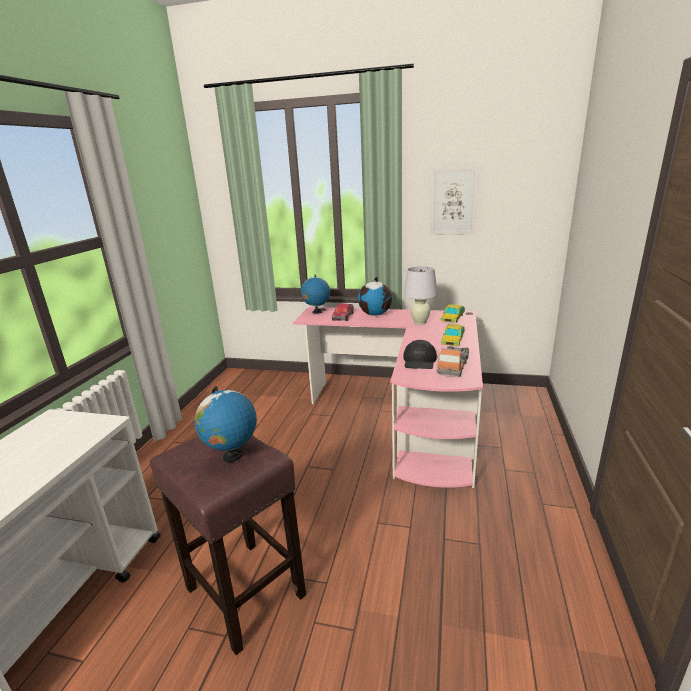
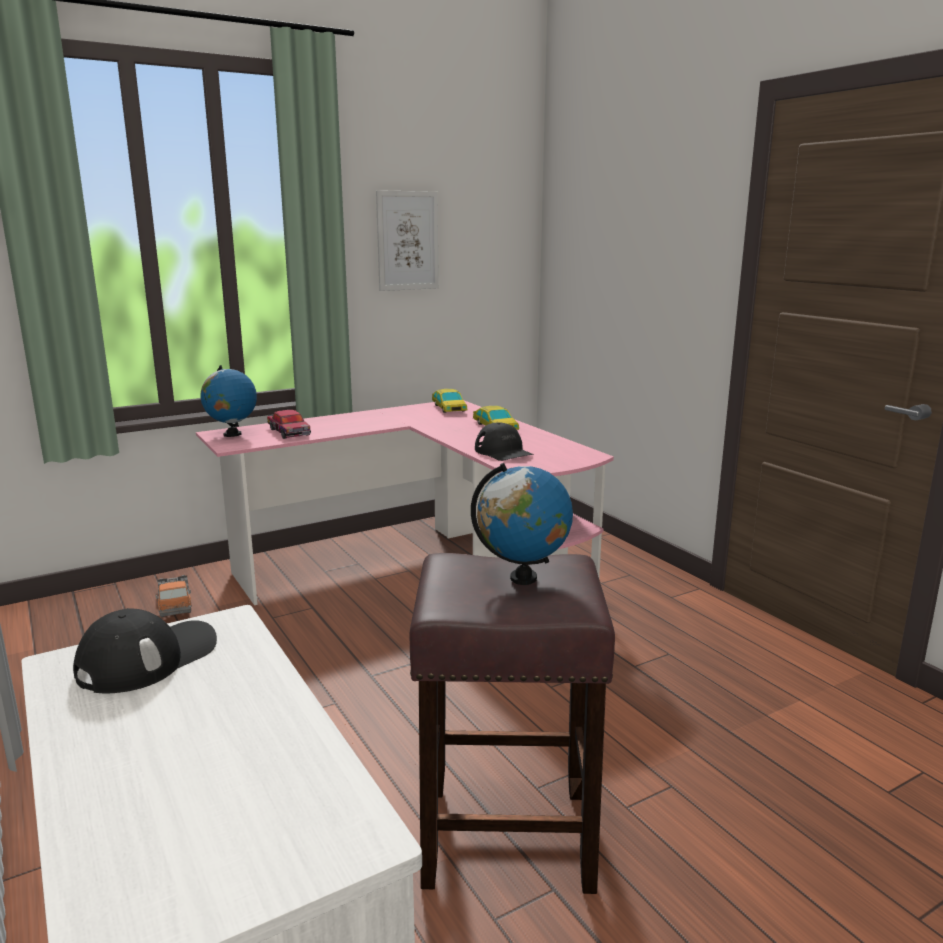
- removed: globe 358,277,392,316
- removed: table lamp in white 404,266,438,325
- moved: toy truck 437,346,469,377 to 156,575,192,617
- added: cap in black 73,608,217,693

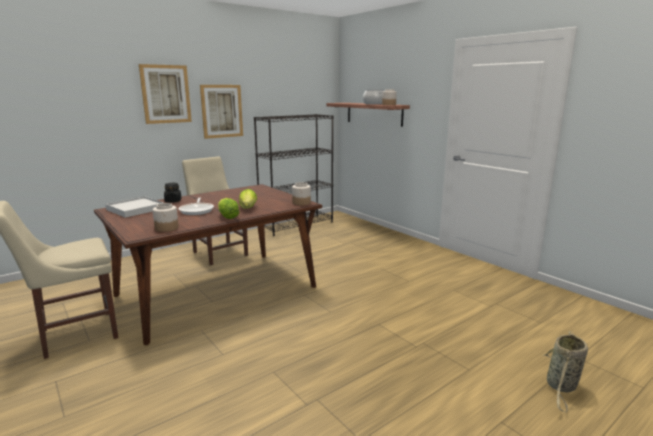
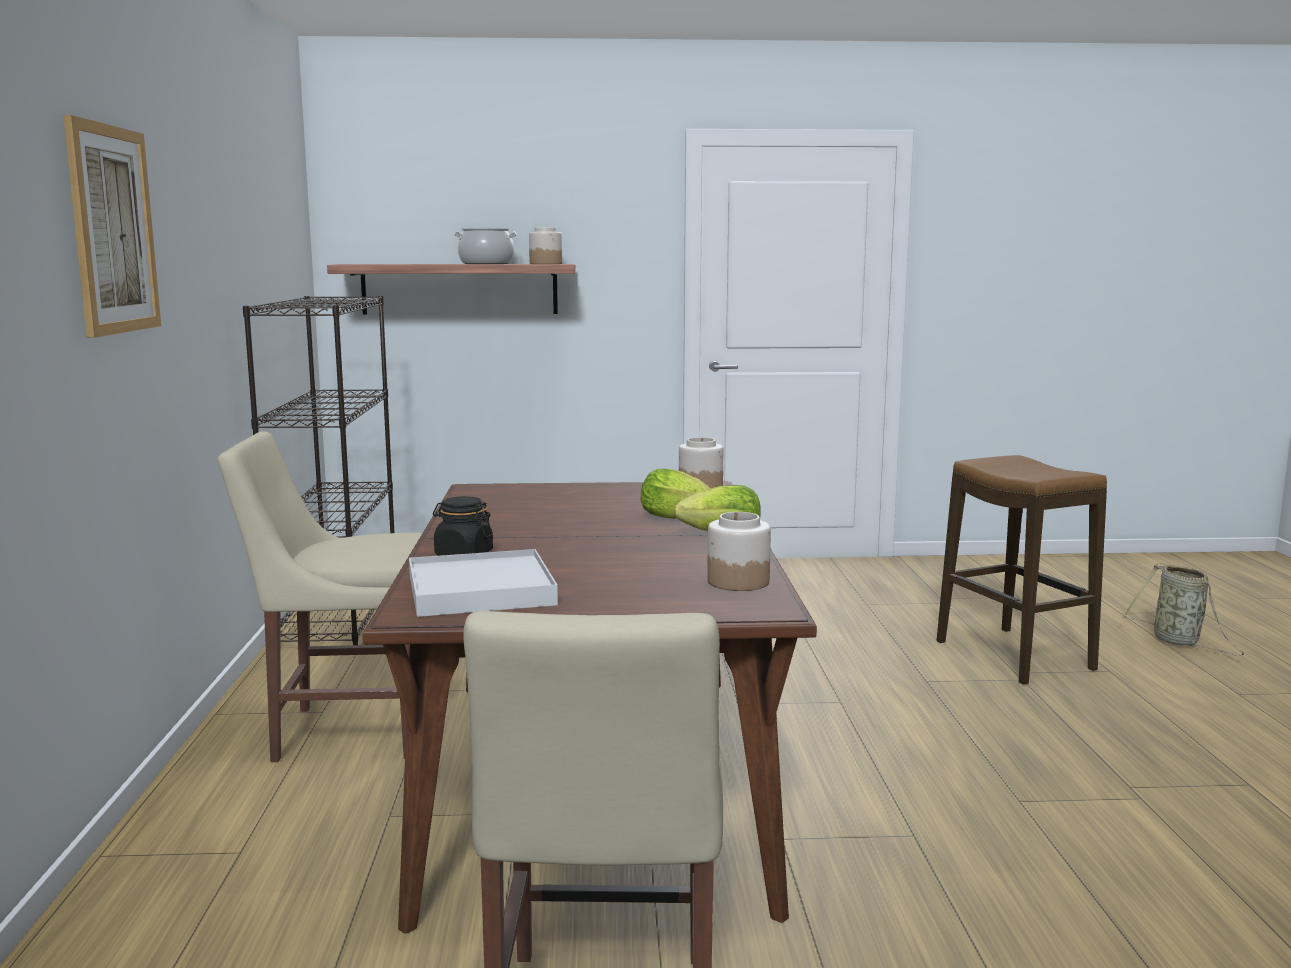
- removed: frying pan 179,198,214,215
- removed: picture 200,85,243,139
- added: stool 937,455,1107,685

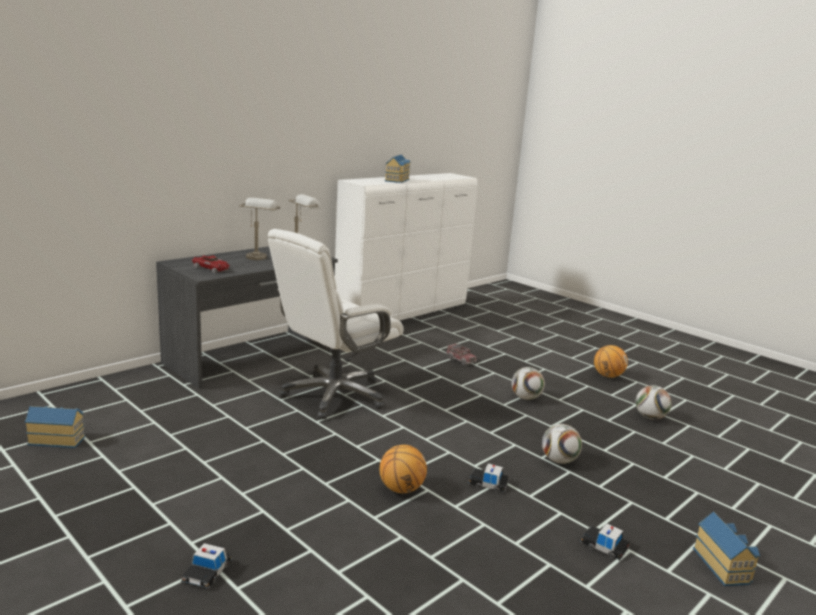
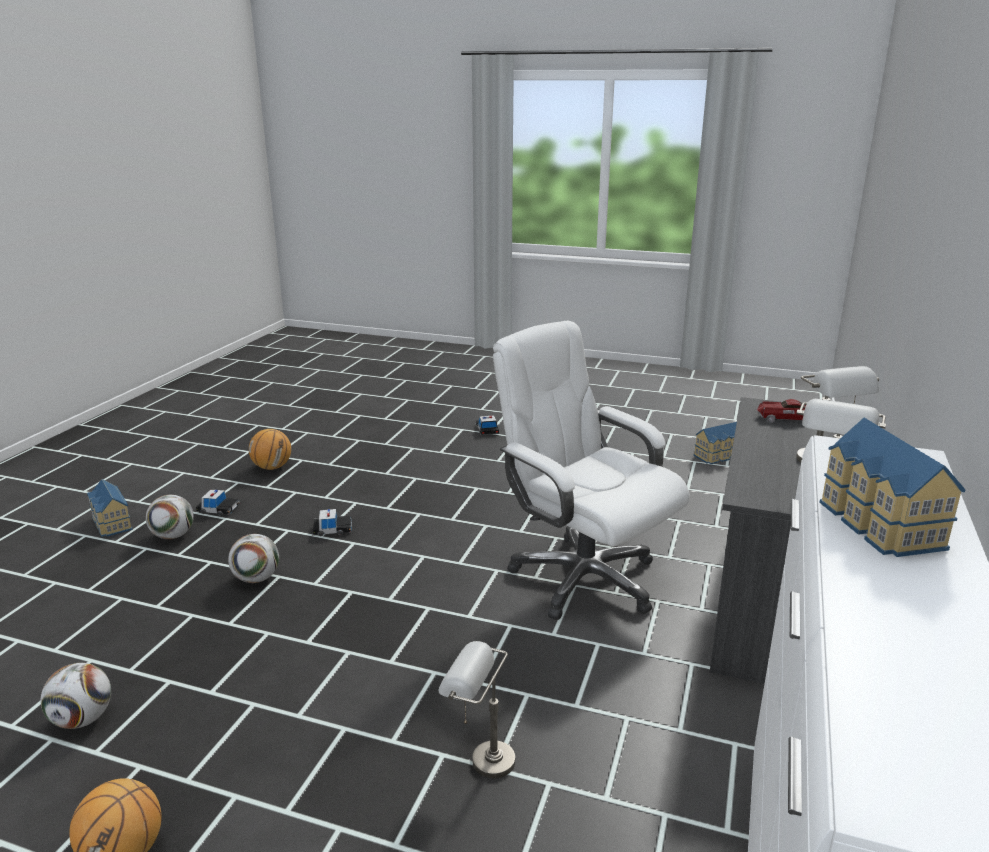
- turned: office chair in white 268,229,404,419 = 493,321,690,620 60 degrees counterclockwise
- moved: basketball 380,445,427,493 to 249,429,291,470
- replaced: toy truck 445,343,477,365 to table lamp in grey 438,641,515,778
- moved: football 512,367,545,400 to 146,495,194,539

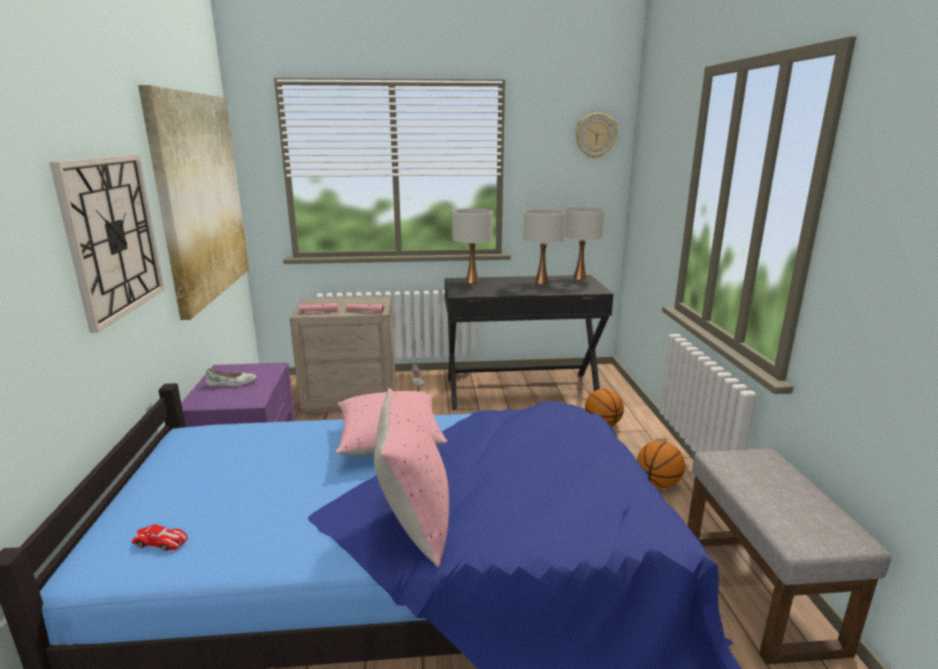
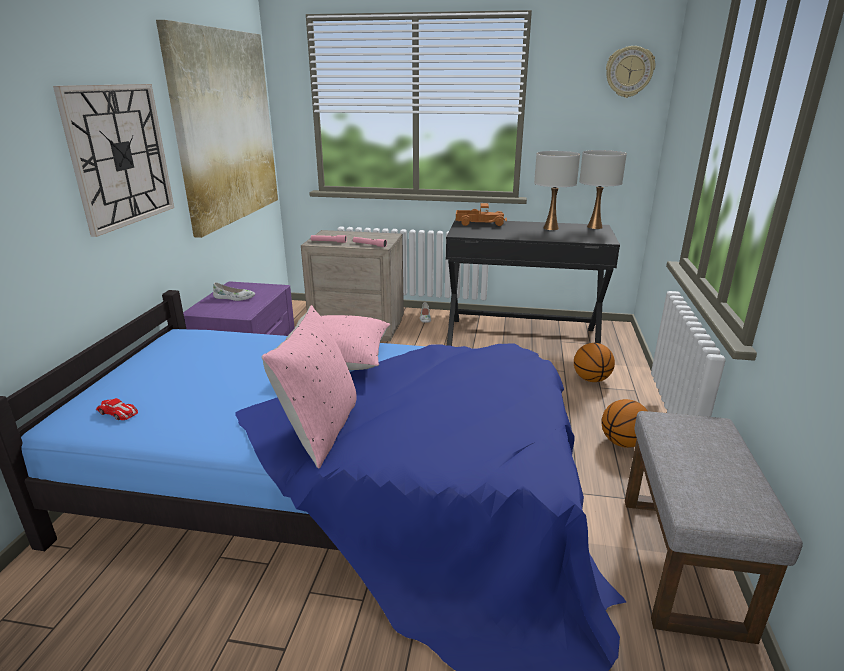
- replaced: table lamp in white 452,208,493,283 to toy truck 456,203,507,226

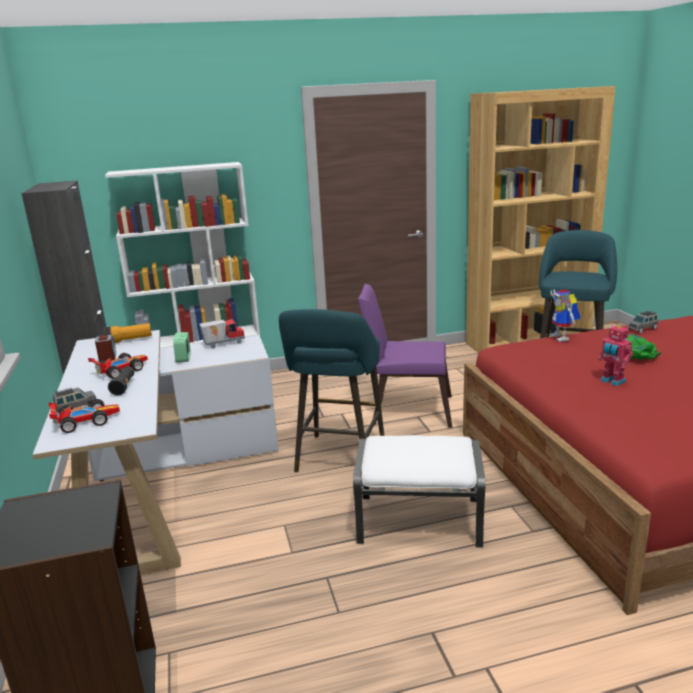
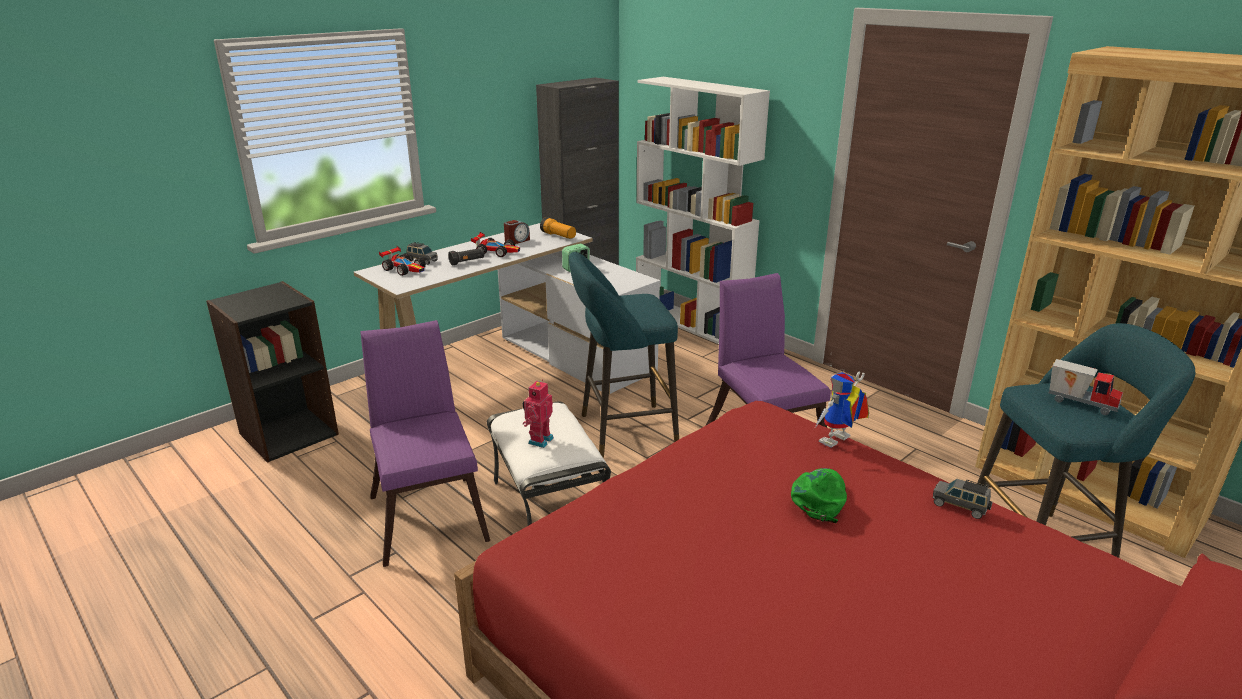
- moved: toy truck 199,319,245,349 to 1049,359,1123,415
- moved: toy robot 598,324,633,386 to 522,379,554,448
- added: chair in purple 360,320,490,567

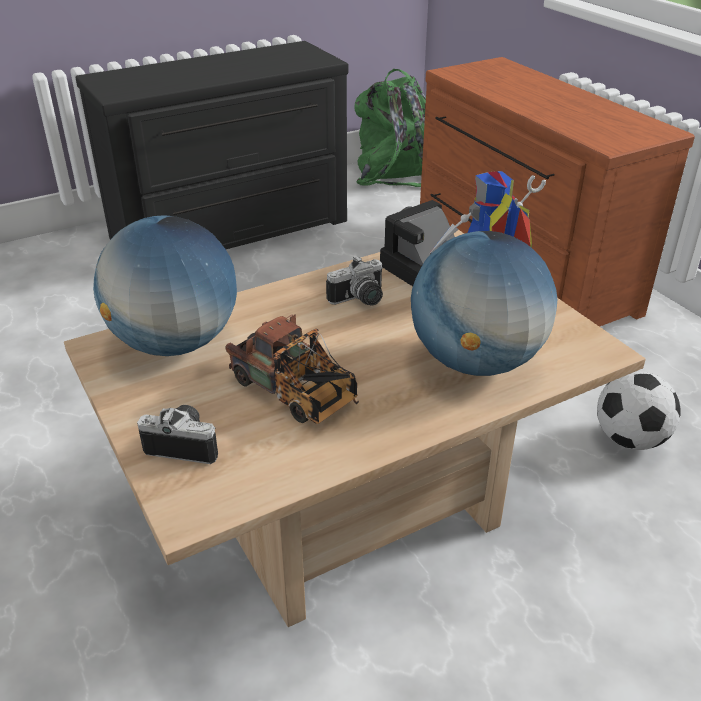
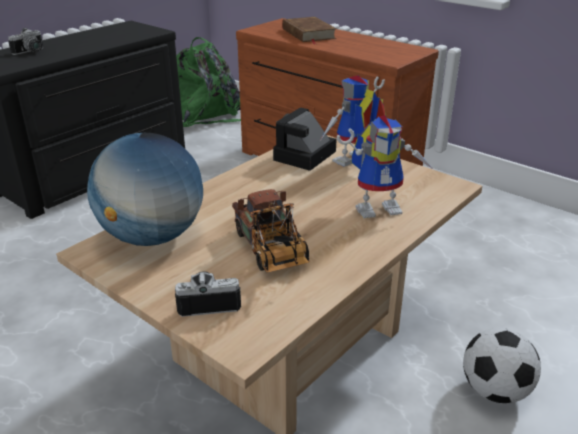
- turned: toy truck 225,315,359,424 = 232,189,310,272 45 degrees clockwise
- moved: photo camera 326,256,383,306 to 8,28,43,55
- replaced: globe 411,231,557,376 to toy robot 337,115,434,218
- moved: football 597,371,681,450 to 463,328,541,403
- added: book in brown 282,17,337,44

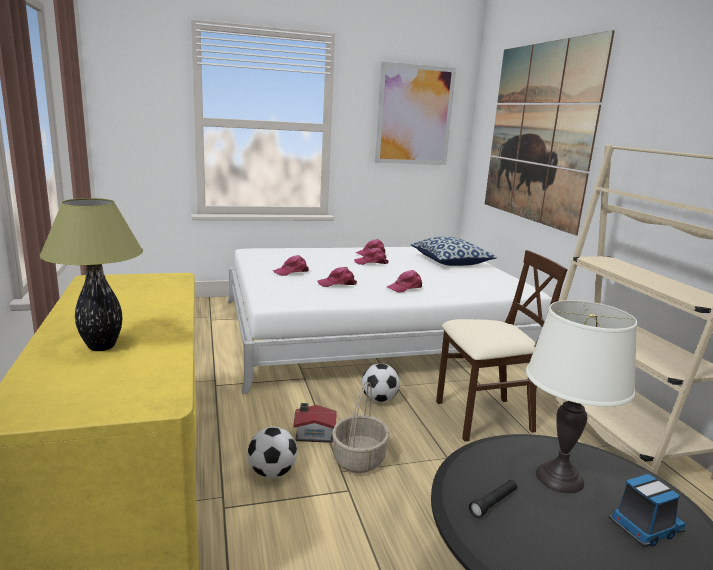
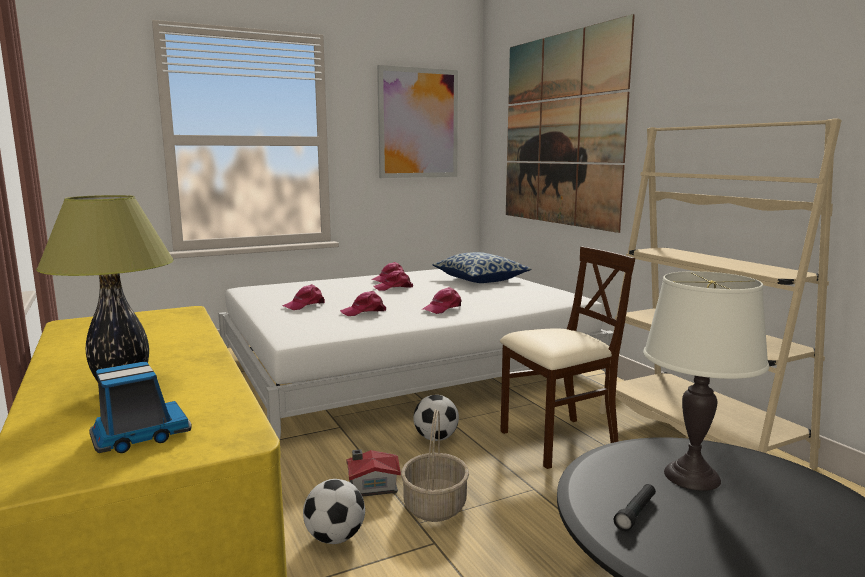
- moved: toy truck 609,474,686,547 to 89,362,192,453

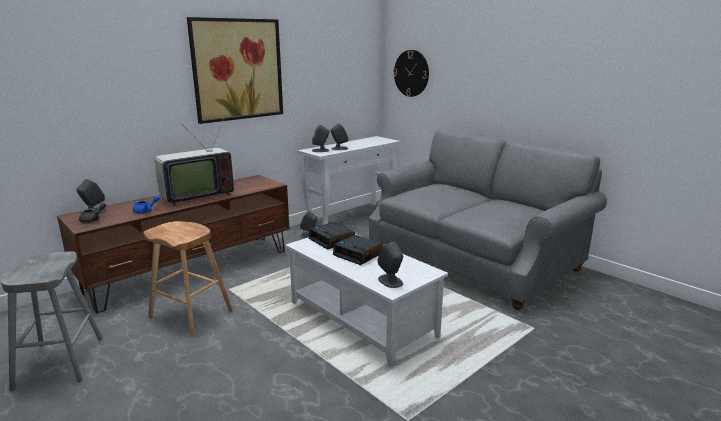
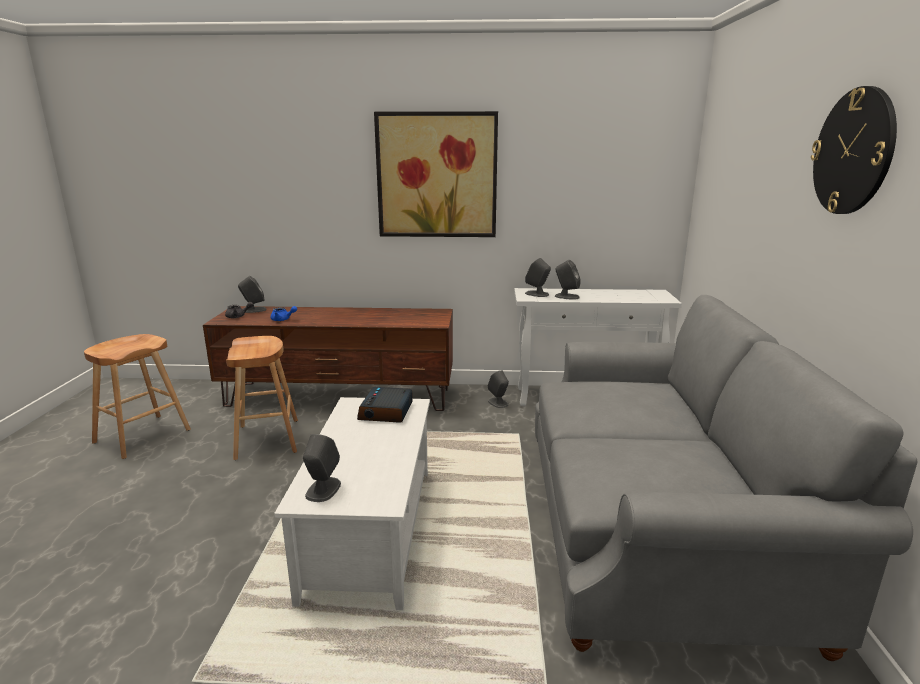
- recoloured: stool in grey 1,251,103,391 to stool in brown 84,334,191,459
- removed: television 155,117,234,206
- removed: alarm clock 333,235,384,265
- moved: wall clock 393,50,429,97 to 811,86,897,214

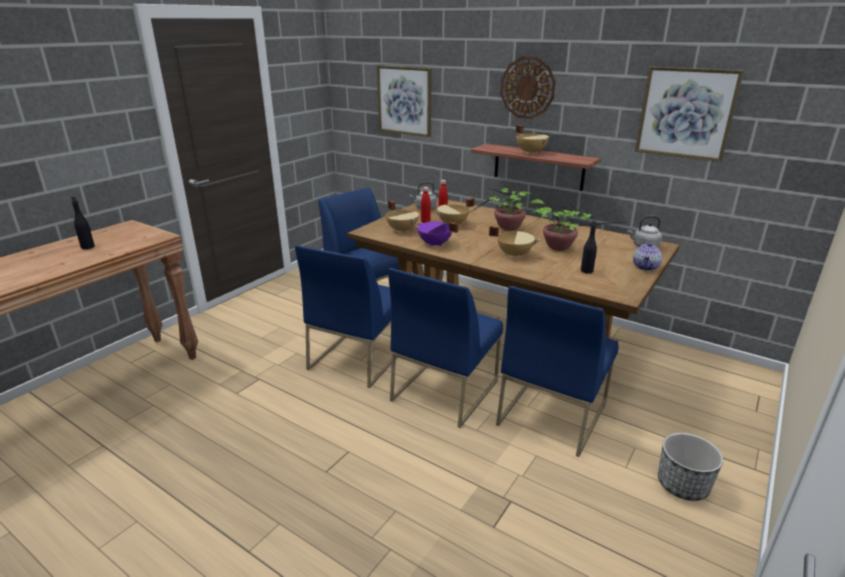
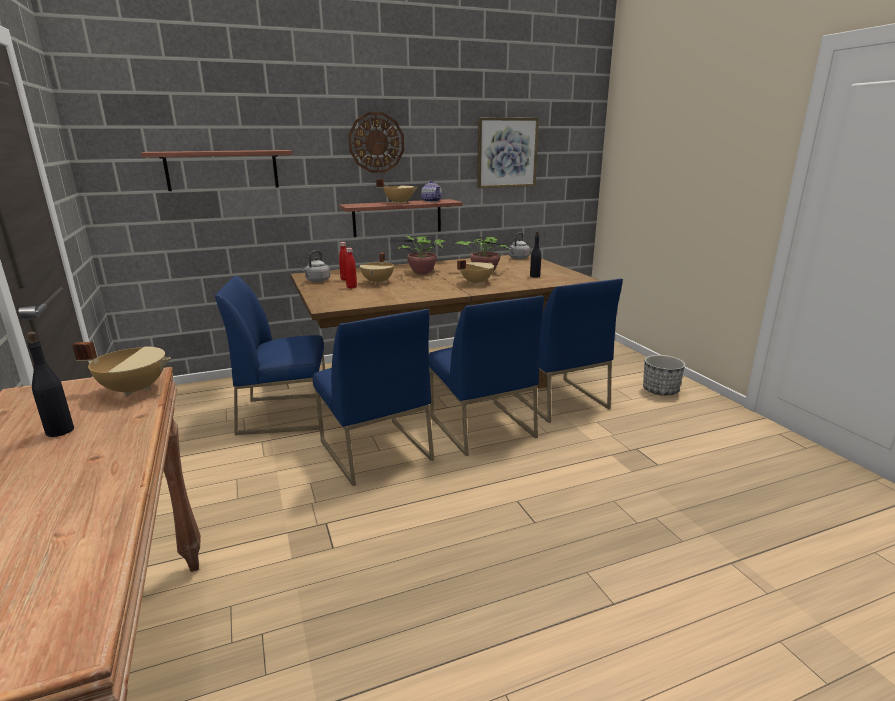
- replaced: picture 377,66,431,137 to shelf 141,150,293,191
- moved: cooking pot in beige 386,201,419,233 to 72,342,171,397
- removed: cooking pot in purple 416,222,459,247
- moved: teapot 633,242,662,271 to 421,180,442,202

